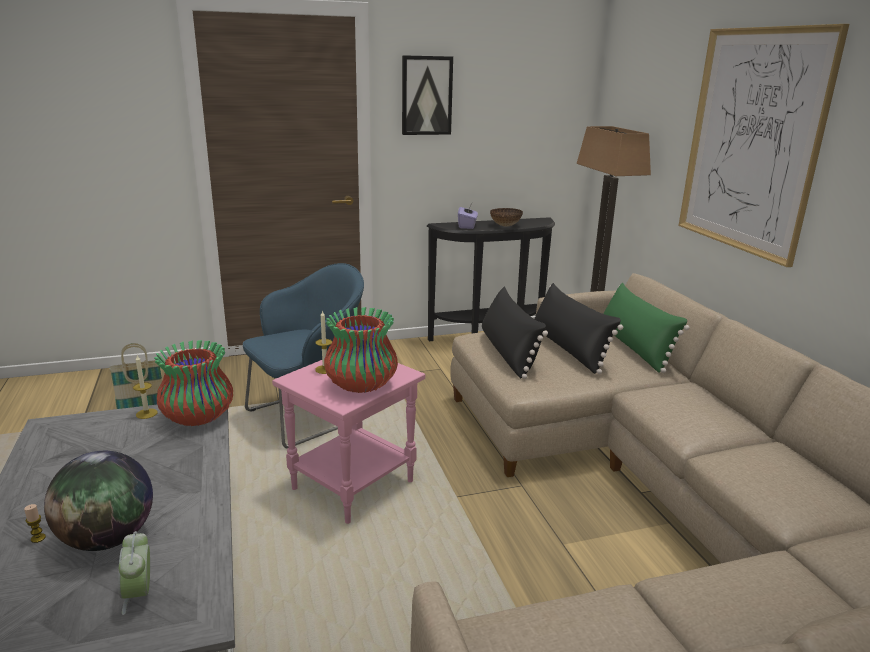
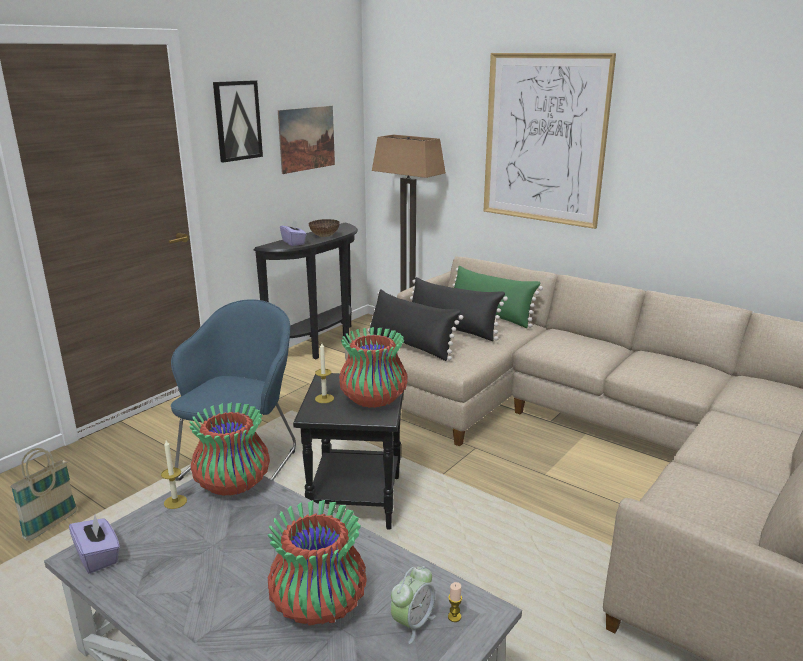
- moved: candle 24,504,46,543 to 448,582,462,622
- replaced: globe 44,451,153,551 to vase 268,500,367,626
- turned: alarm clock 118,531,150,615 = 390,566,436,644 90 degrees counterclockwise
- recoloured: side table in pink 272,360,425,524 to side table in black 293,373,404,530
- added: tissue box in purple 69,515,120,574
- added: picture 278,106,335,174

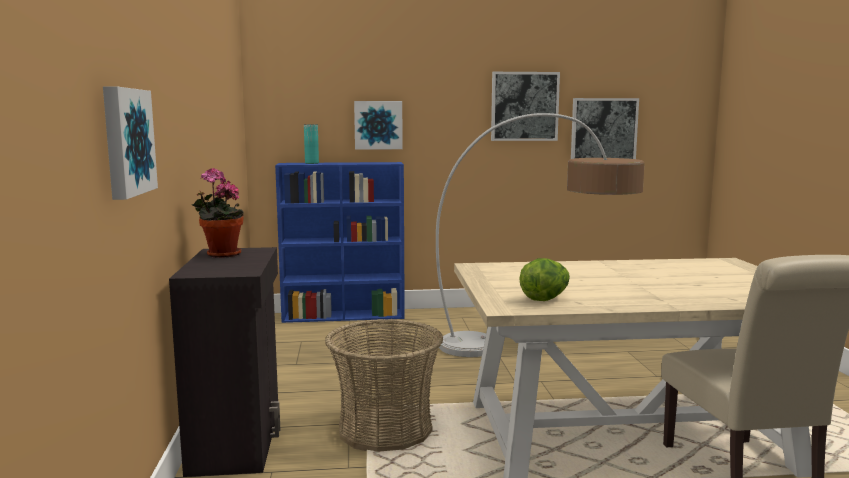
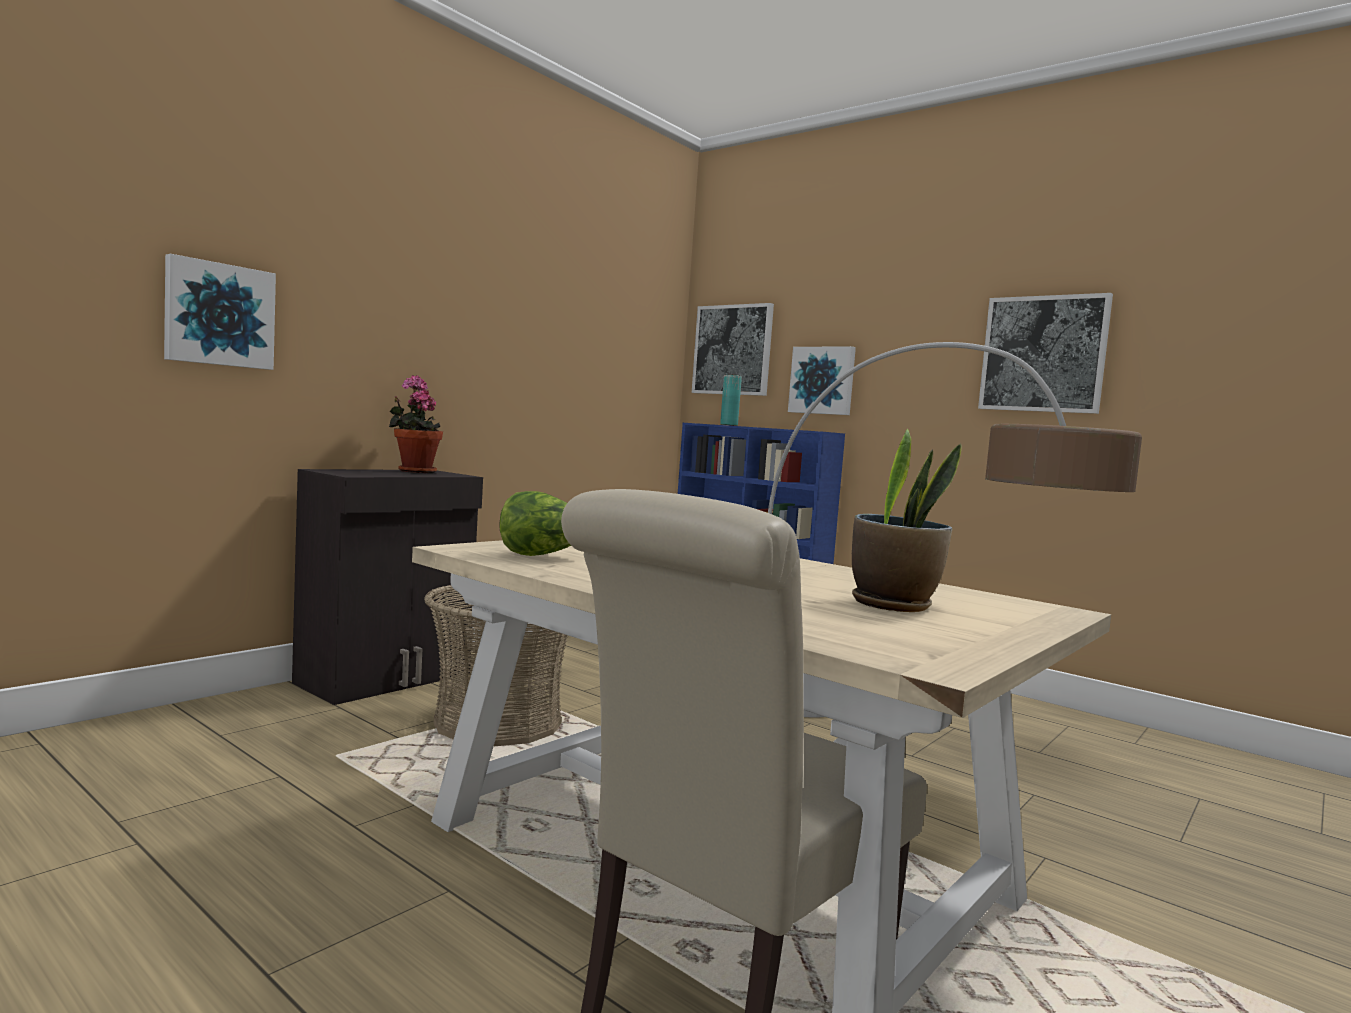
- moved: picture 571,98,639,159 to 692,303,774,396
- added: potted plant 852,429,962,612

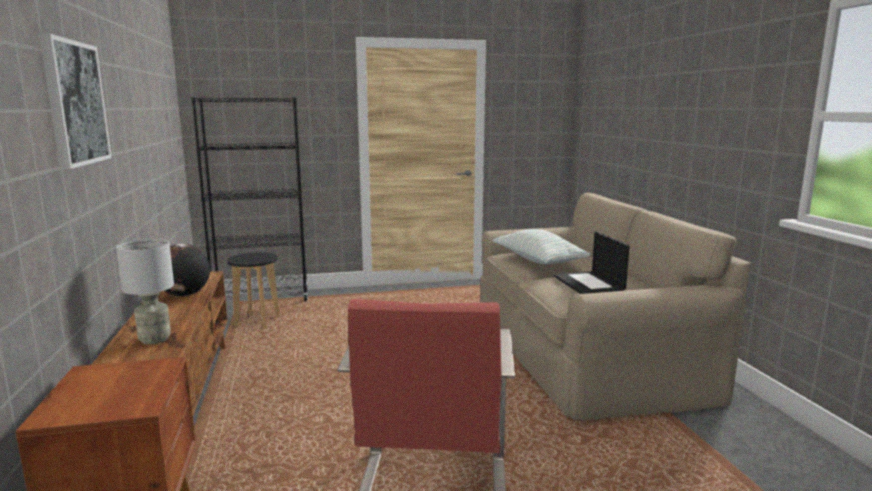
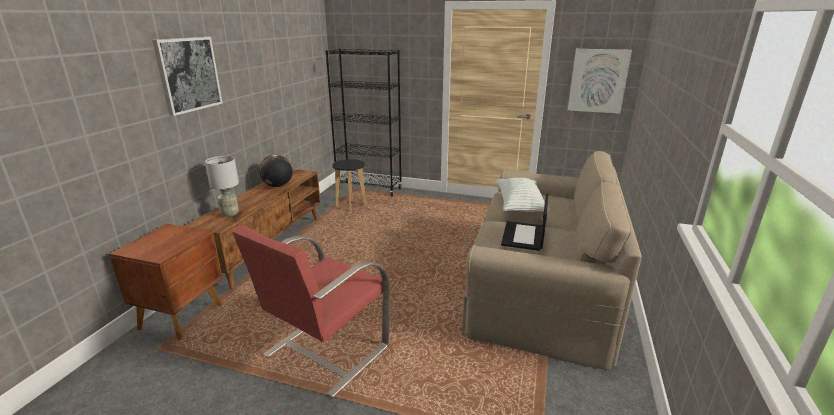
- added: picture 568,49,632,113

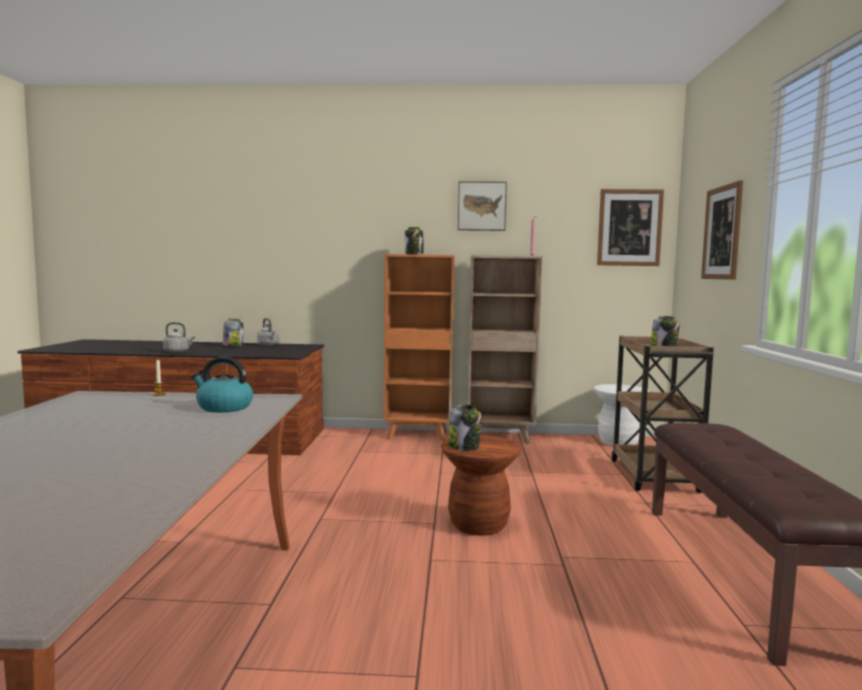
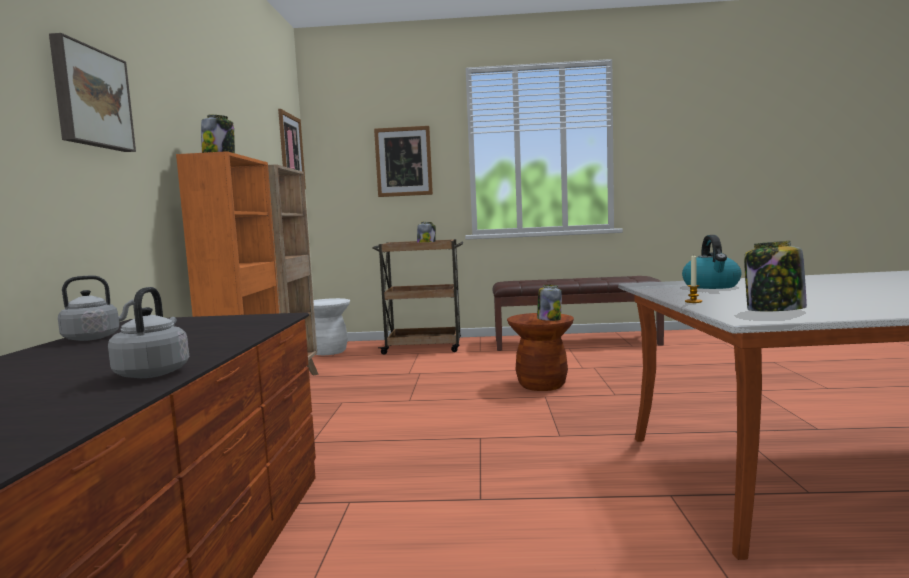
- moved: jar 222,319,243,346 to 744,241,807,311
- moved: picture 458,181,507,231 to 49,33,136,152

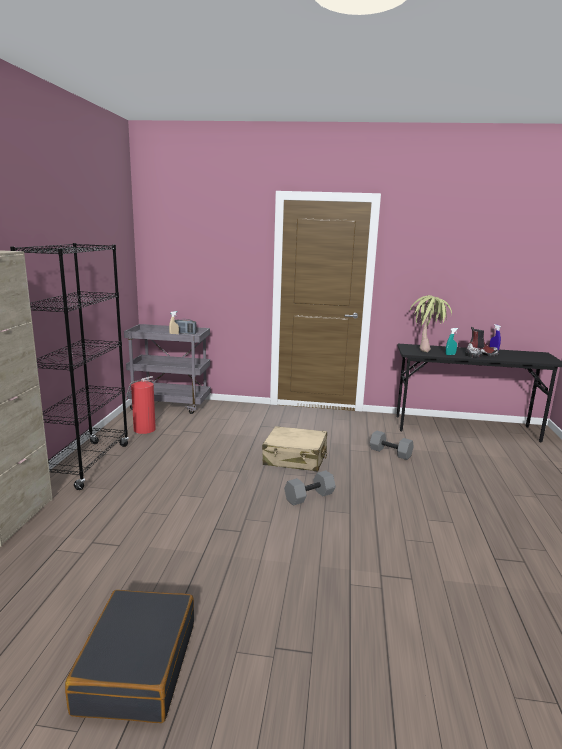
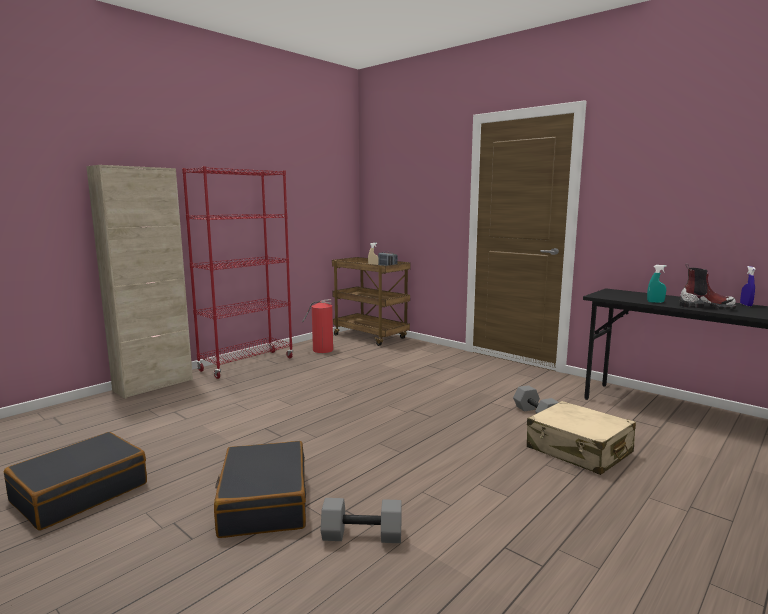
- recoloured: bookcase in black 10,243,129,490 to bookcase in red 182,166,293,379
- recoloured: cart in grey 124,324,211,414 to cart in brown 332,257,411,346
- moved: suitcase in beige 262,426,327,472 to 527,401,636,475
- moved: dumbbell in grey 284,470,336,506 to 321,498,402,543
- removed: potted plant 410,295,452,352
- added: suitcase in black 214,441,306,538

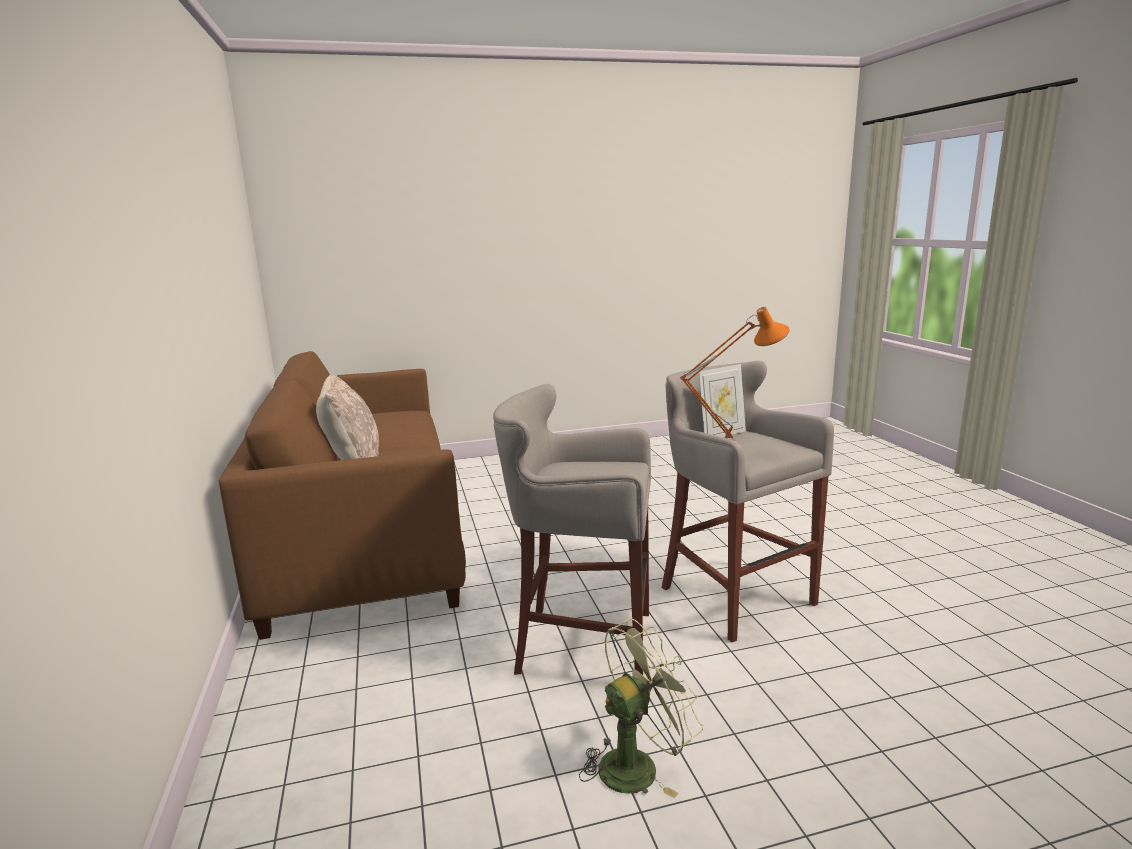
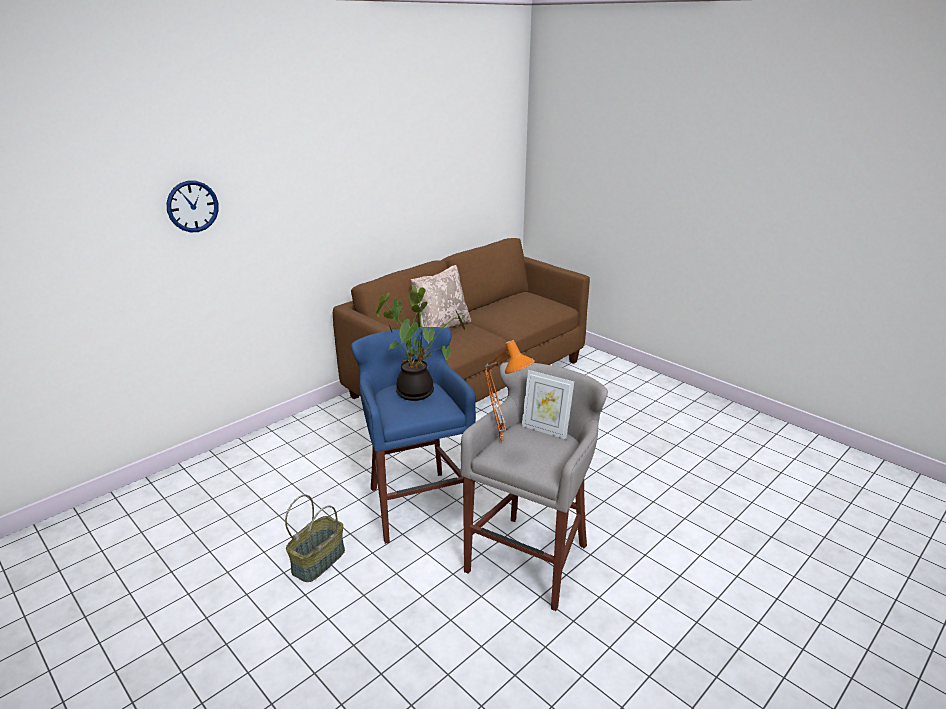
- recoloured: stool in grey 493,384,651,675 to stool in blue 351,327,476,544
- replaced: fan in green 579,619,703,798 to basket 285,495,345,582
- added: wall clock 167,181,219,232
- added: potted plant 376,286,465,401

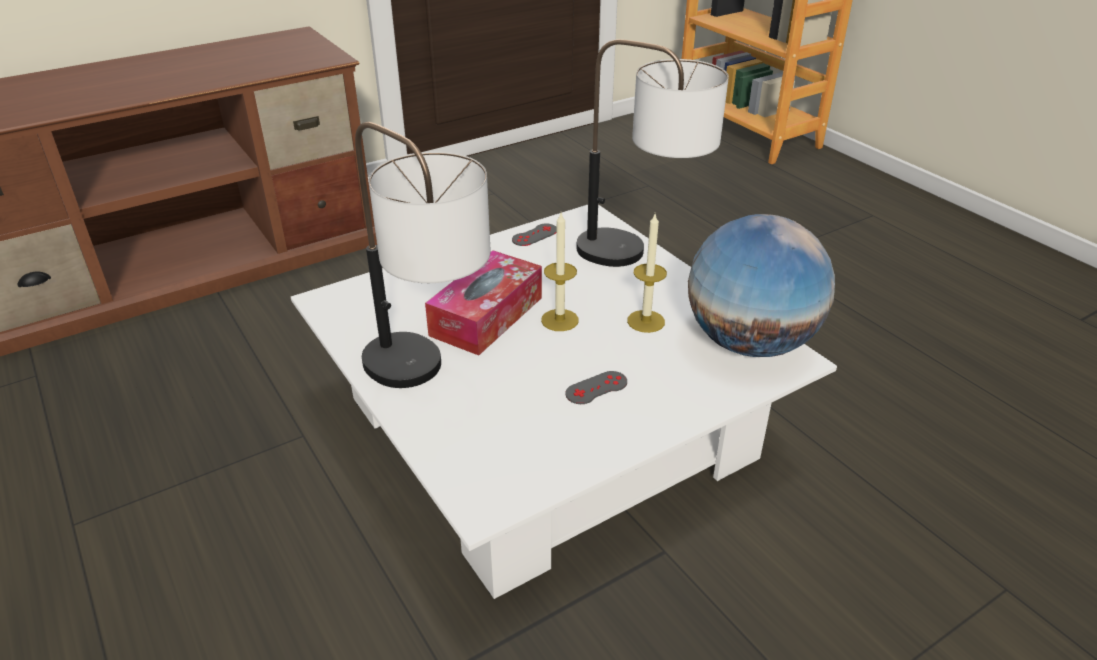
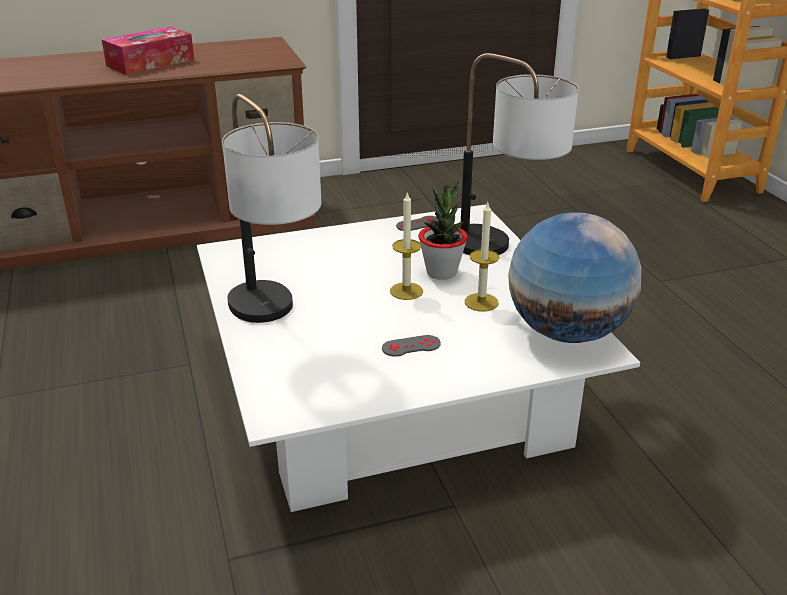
- moved: tissue box 425,250,542,356 to 102,27,194,75
- added: potted plant 418,180,468,280

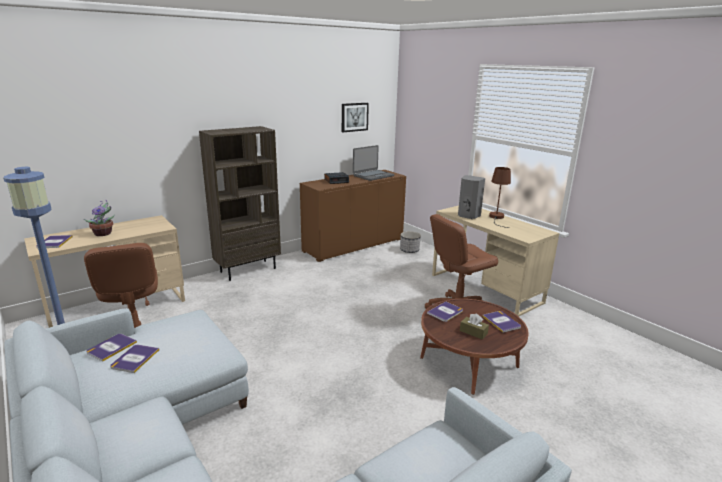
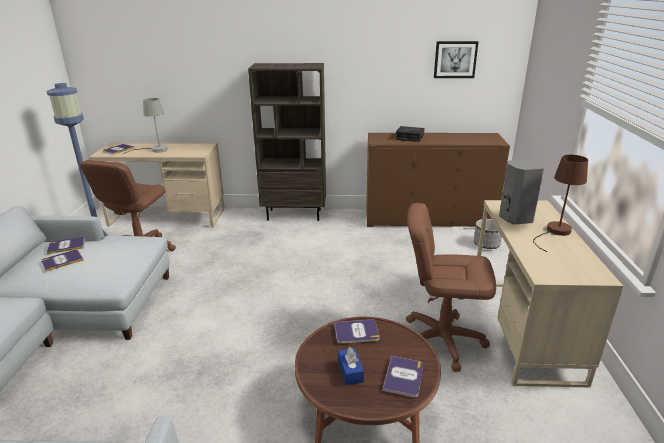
- replaced: potted plant 84,200,115,236 to table lamp in grey 125,98,168,153
- removed: laptop 353,145,394,181
- recoloured: tissue box in brown 460,314,489,339 to tissue box in blue 338,347,364,386

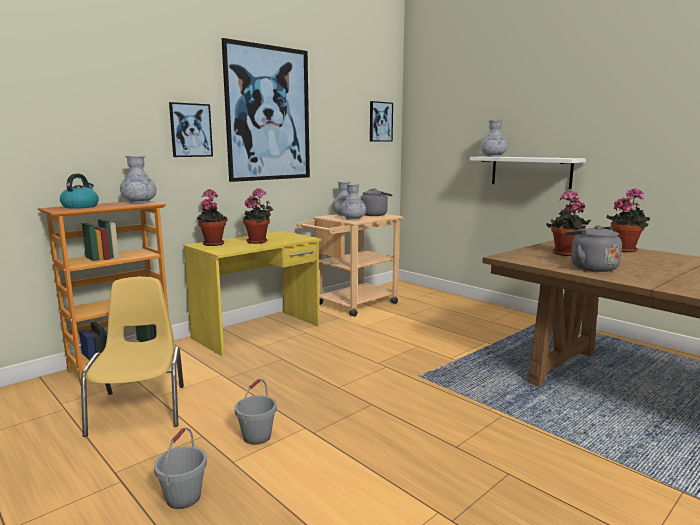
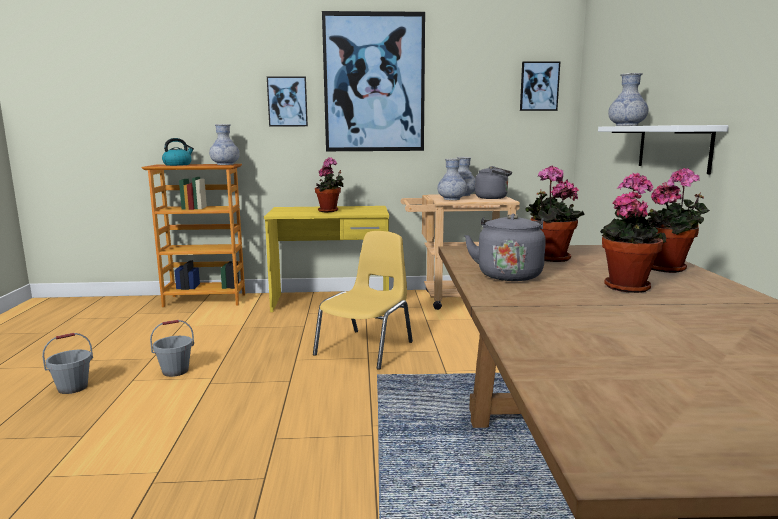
- moved: chair in yellow 81,277,184,437 to 313,231,413,370
- moved: potted plant 197,189,228,246 to 600,173,667,293

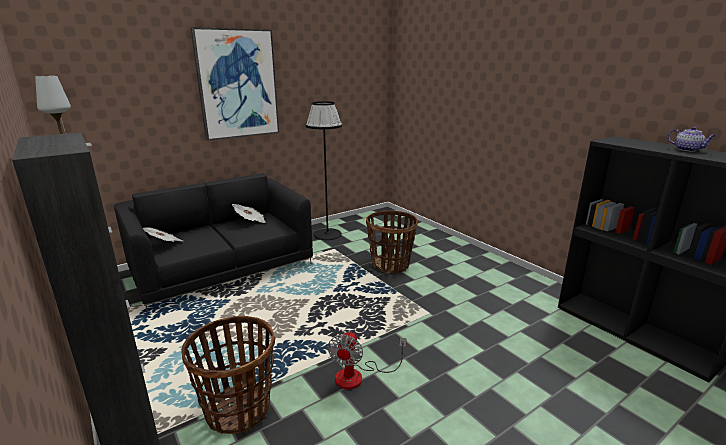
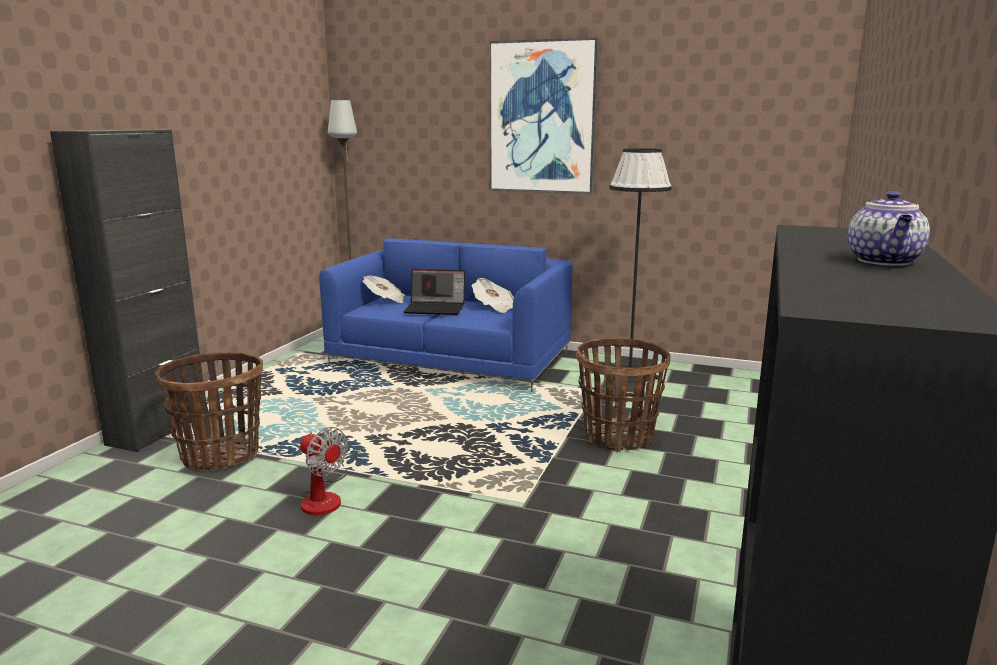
- recoloured: sofa in black 114,173,313,313 to sofa in blue 319,238,573,392
- turned: fan 328,331,407,390 = 300,427,348,515 120 degrees counterclockwise
- added: laptop 403,269,465,315

